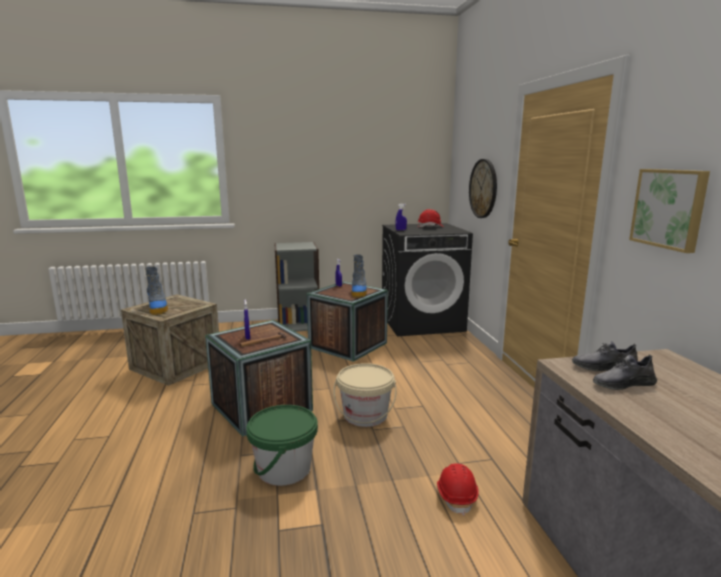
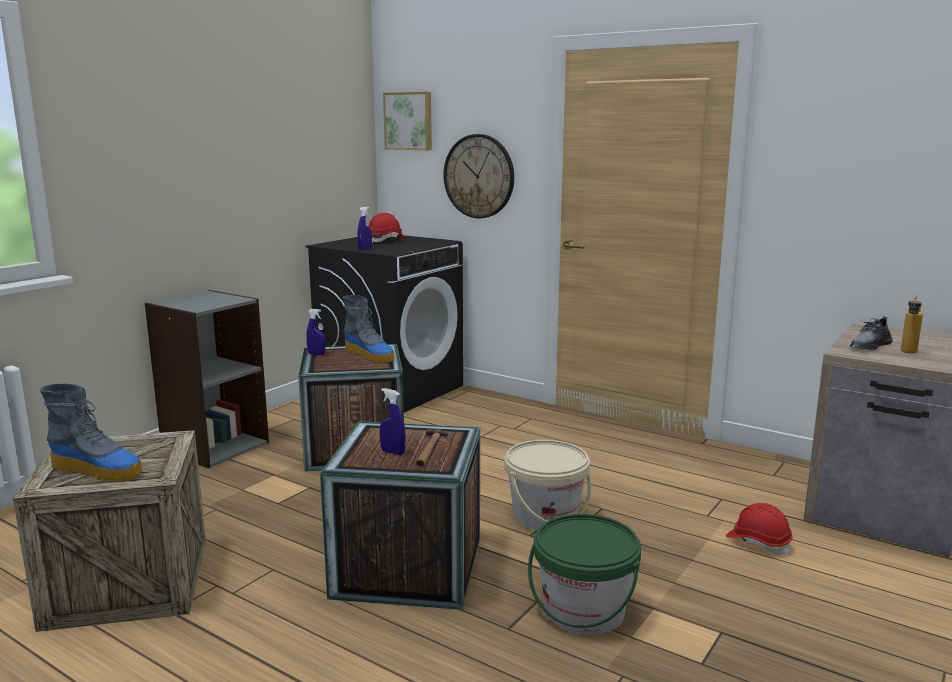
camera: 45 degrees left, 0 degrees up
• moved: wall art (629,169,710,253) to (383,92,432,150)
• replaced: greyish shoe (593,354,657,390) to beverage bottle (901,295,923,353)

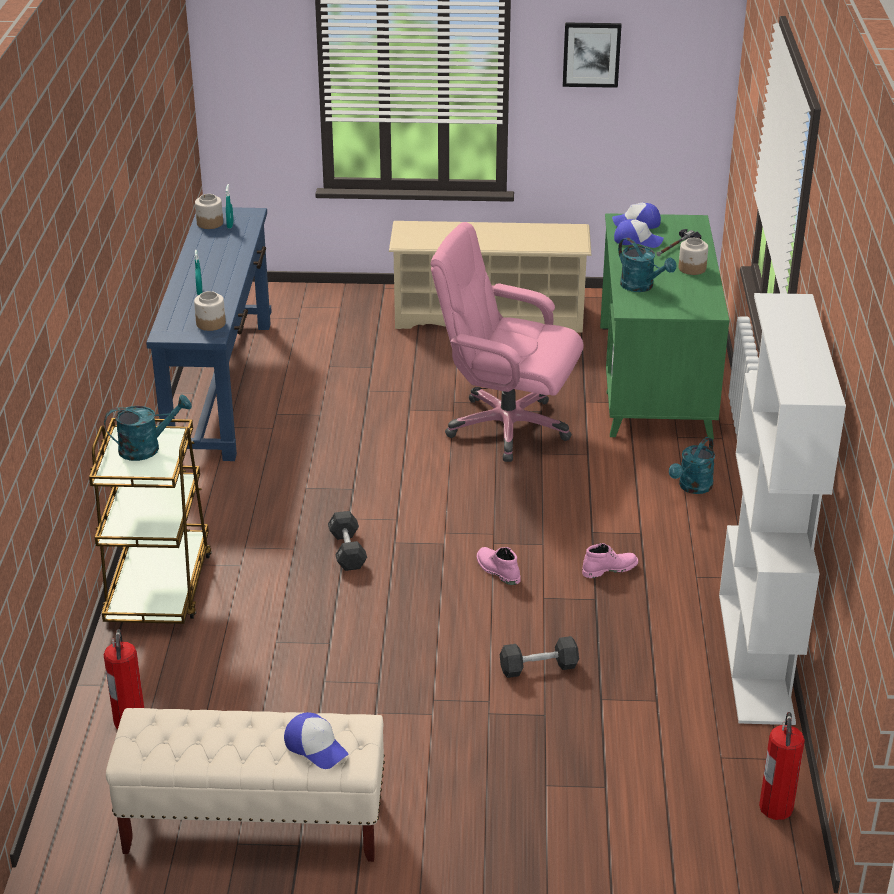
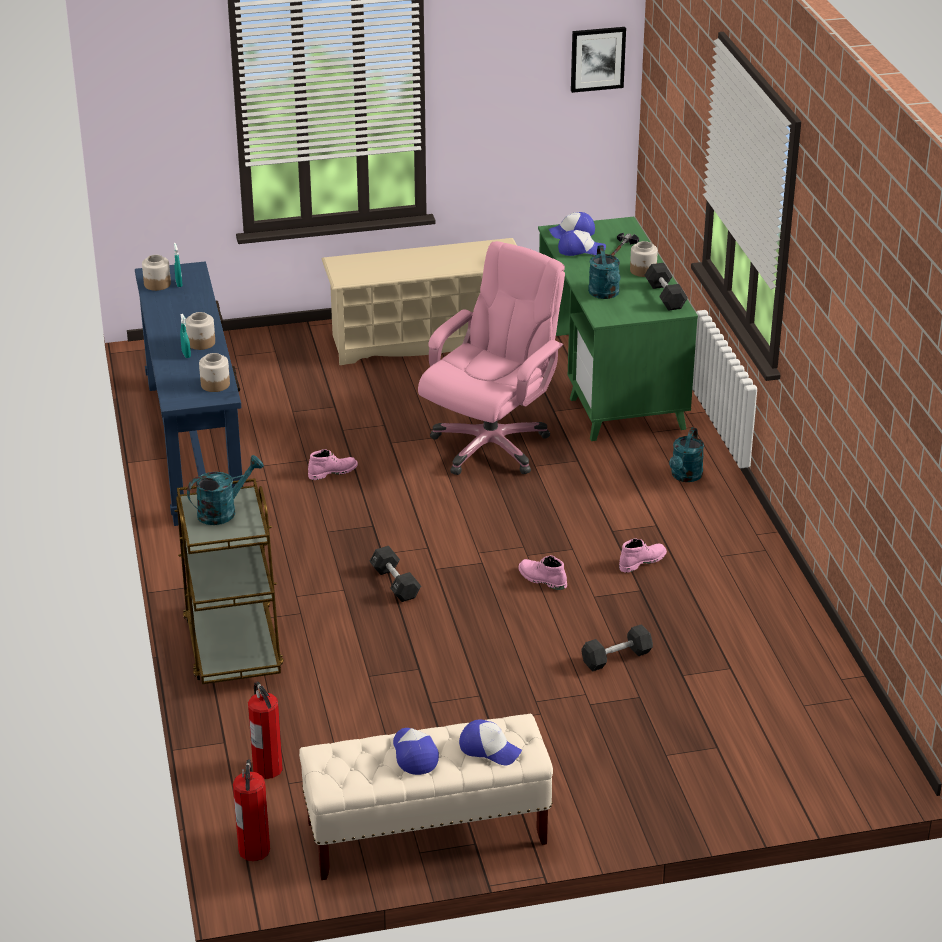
camera: 15 degrees left, 0 degrees up
• added: preserve jar (185,312,215,350)
• moved: extinguisher (759,712,805,820) to (233,759,270,861)
• added: pink-coloured high-top boot (308,449,358,480)
• added: peaked cap (393,728,439,775)
• turned: pink-coloured computer chair (431,222,583,462) = (418,241,565,475) 120 degrees clockwise
• moved: wall art (563,22,621,88) to (571,27,626,93)
• turned: blue-green sprinkling can (618,238,676,292) = (588,245,621,299) 45 degrees clockwise
• added: blackish dumbbell (645,263,688,311)
• removed: white-coloured shelving unit (719,293,846,725)

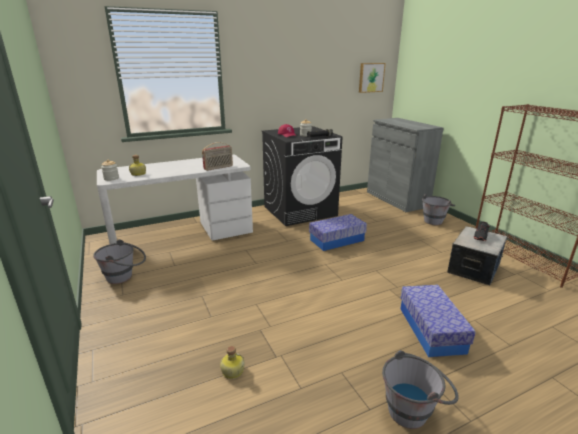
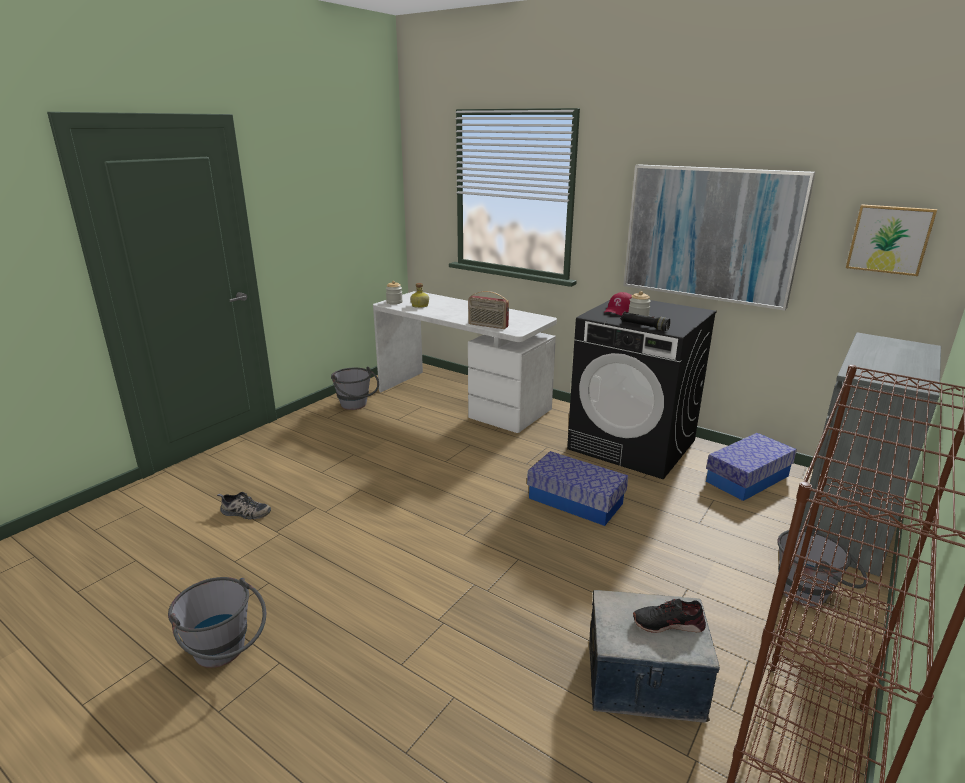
camera: 60 degrees right, 0 degrees up
• replaced: beverage bottle (220,346,245,379) to shoe (217,492,271,519)
• added: wall art (623,164,816,311)
• moved: storage container (401,285,476,357) to (706,433,797,501)

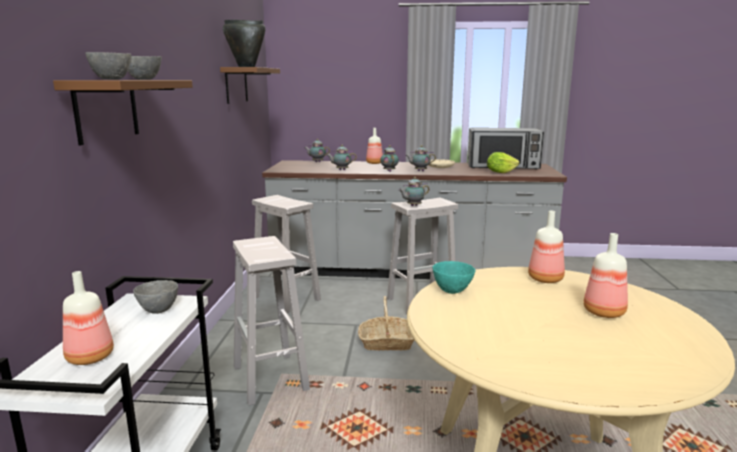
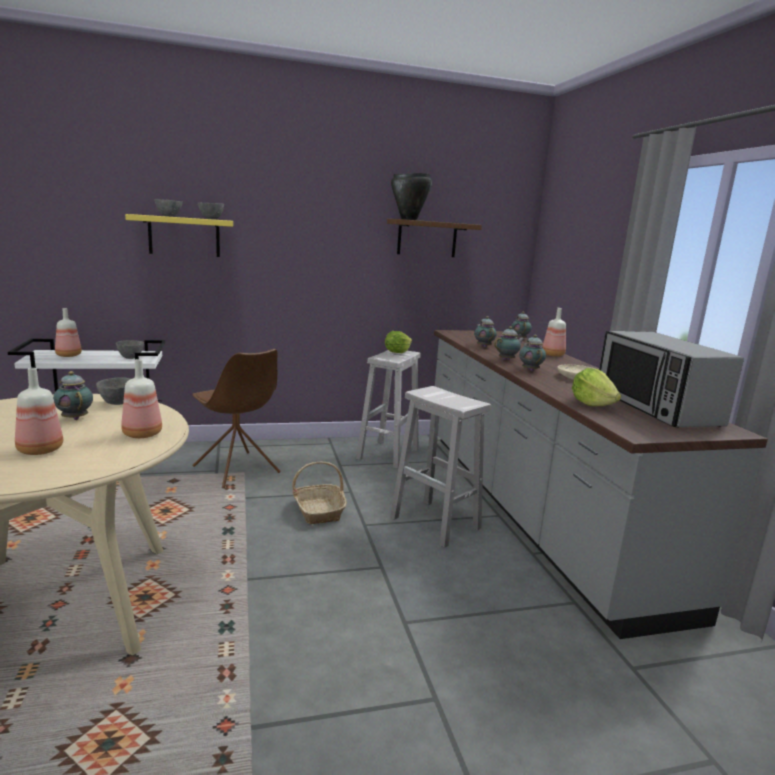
camera: 70 degrees right, 0 degrees up
• moved: pot for tea (398,177,430,206) to (53,371,93,420)
• recoloured: blue-green deep dish (433,261,476,294) to greyish deep dish (96,377,132,405)
• recoloured: brown-coloured shelf (53,80,193,145) to yellow shelf (125,214,233,257)
• replaced: white-coloured stool (233,236,310,406) to brown-coloured plain chair (192,349,281,488)
• added: lettuce (385,331,412,353)

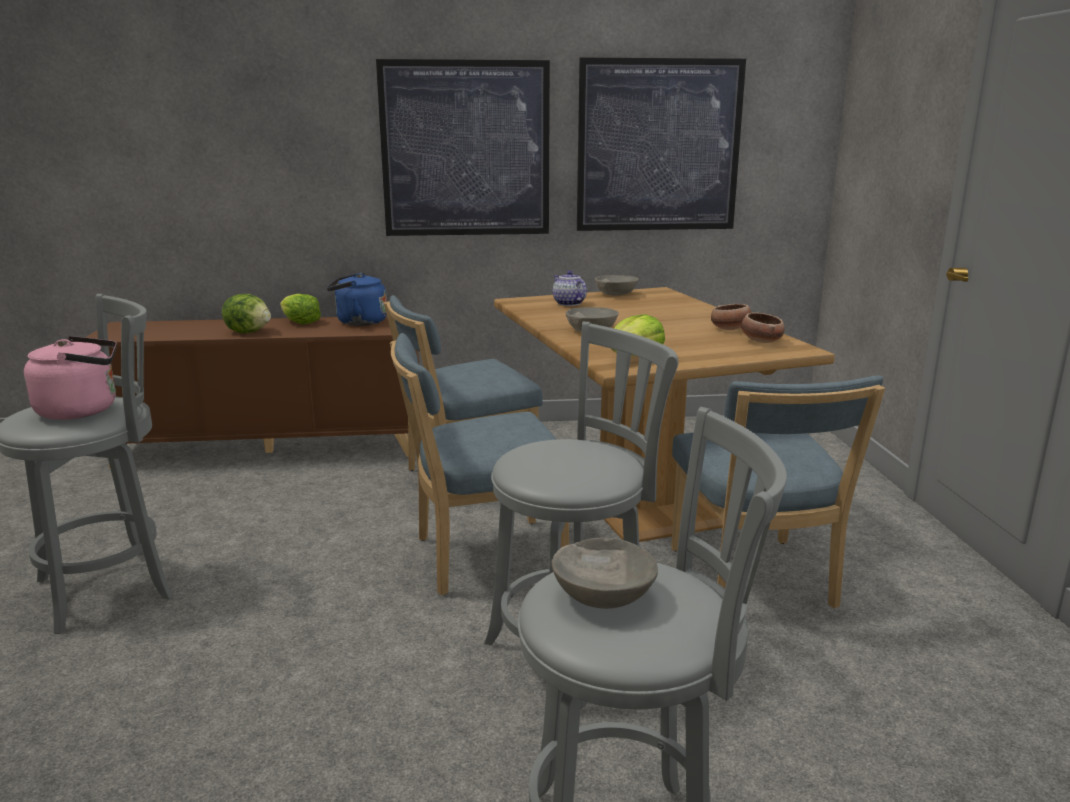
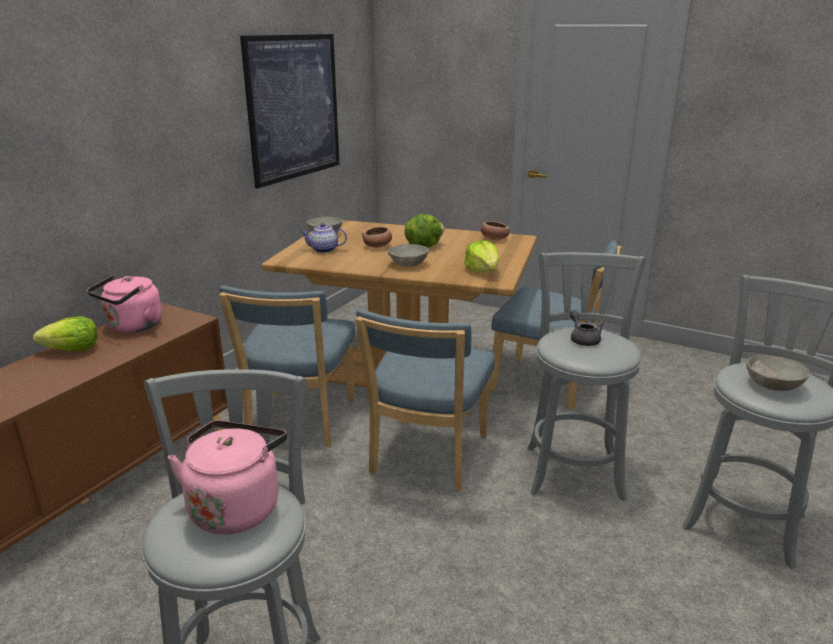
camera: 55 degrees left, 5 degrees up
• recoloured: bluish kettle (327,272,387,326) to pink-coloured kettle (87,275,162,333)
• moved: deep dish (711,304,751,330) to (362,227,392,248)
• moved: lettuce (222,294,271,333) to (404,214,445,248)
• added: greyish pot for tea (570,310,604,346)
• removed: wall art (376,59,550,236)

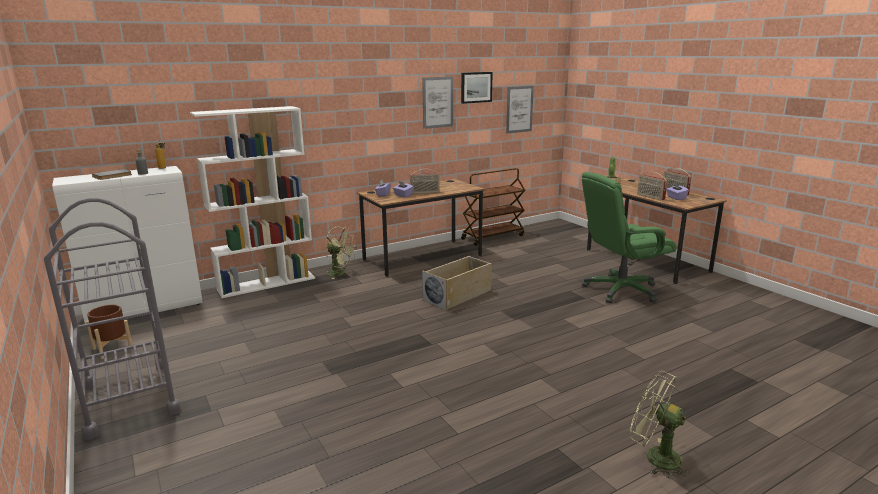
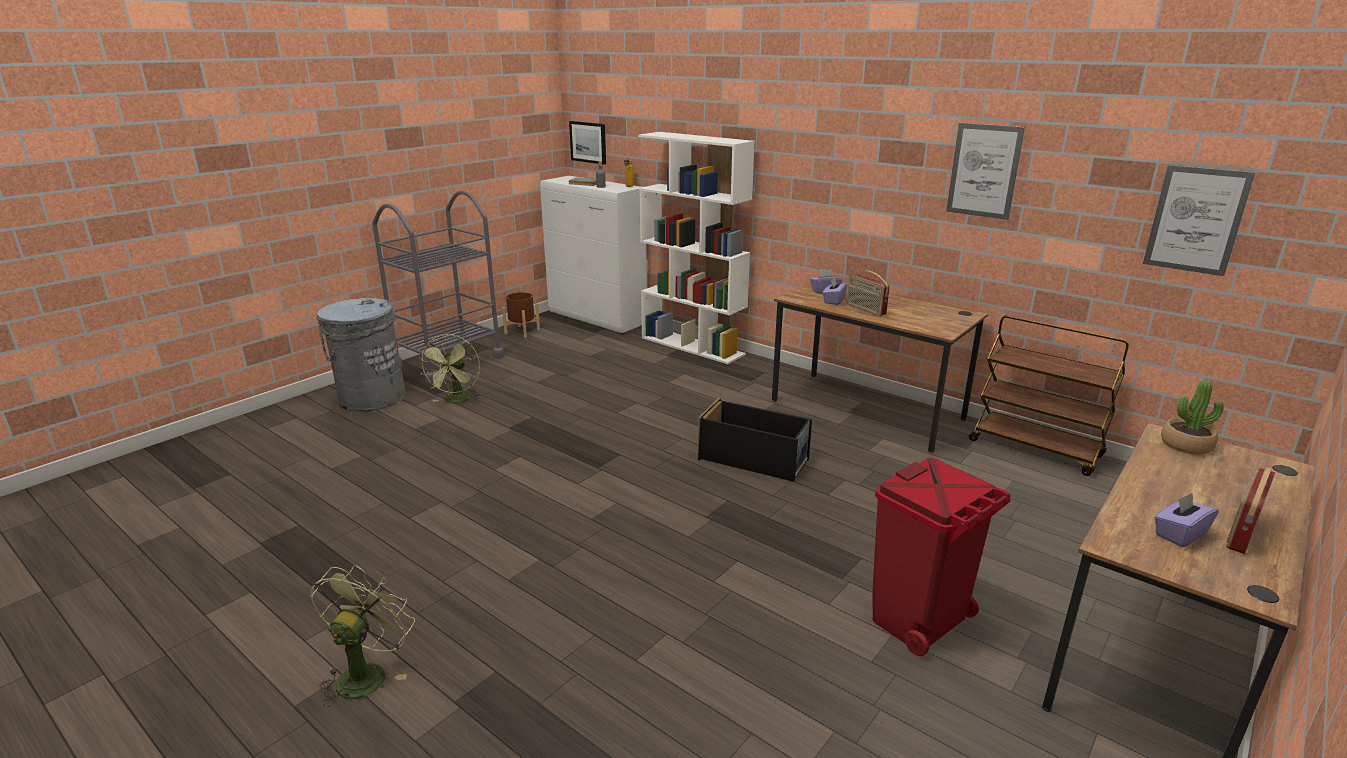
camera: 70 degrees right, 5 degrees up
• added: greyish trash can (317,298,406,412)
• moved: green-coloured fan (325,227,357,279) to (419,334,481,403)
• moved: wall art (461,72,493,104) to (569,121,606,165)
• recoloured: beige-coloured storage container (422,256,492,311) to blackish storage container (698,398,812,482)
• replaced: green-coloured computer chair (582,172,677,303) to red trash can (872,458,1010,656)
• removed: radio (637,172,667,200)

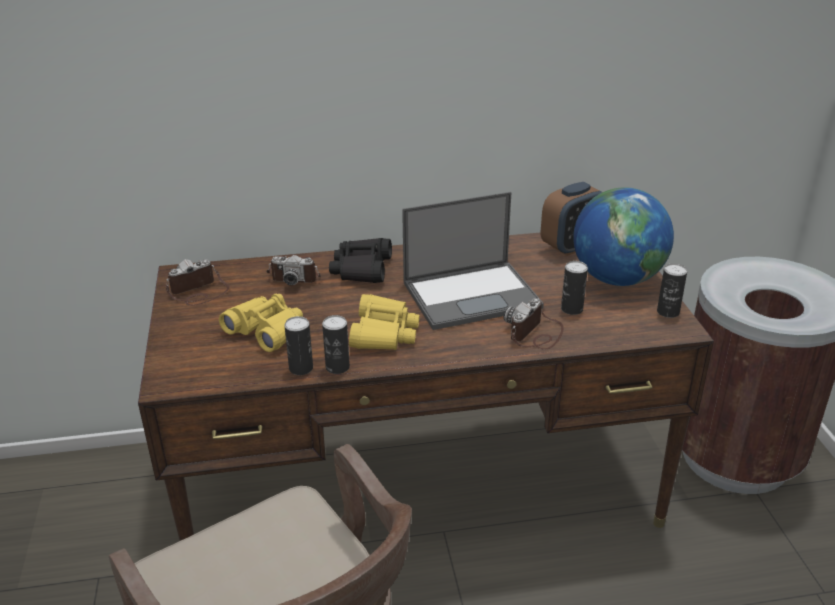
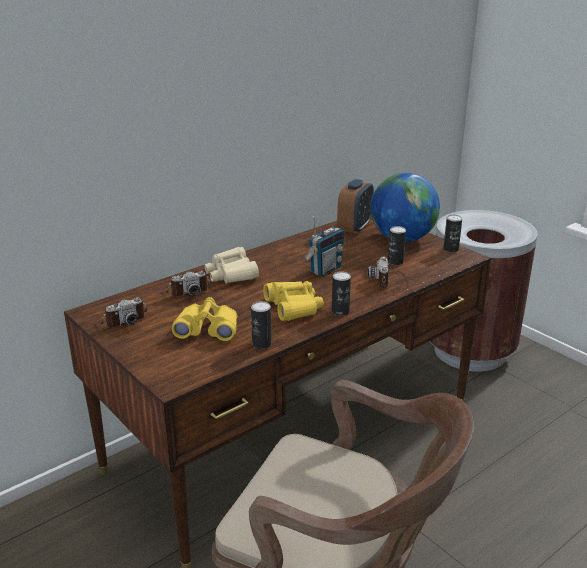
camera: 30 degrees left, 5 degrees down
• turned: photo camera (166,259,230,306) = (94,297,147,328) 150 degrees counterclockwise
• recoloured: blackish field glasses (329,238,392,283) to beige-coloured field glasses (204,247,259,284)
• replaced: notebook computer (402,192,544,330) to radio (305,216,345,277)
• moved: sealed can (322,315,350,374) to (332,271,351,316)

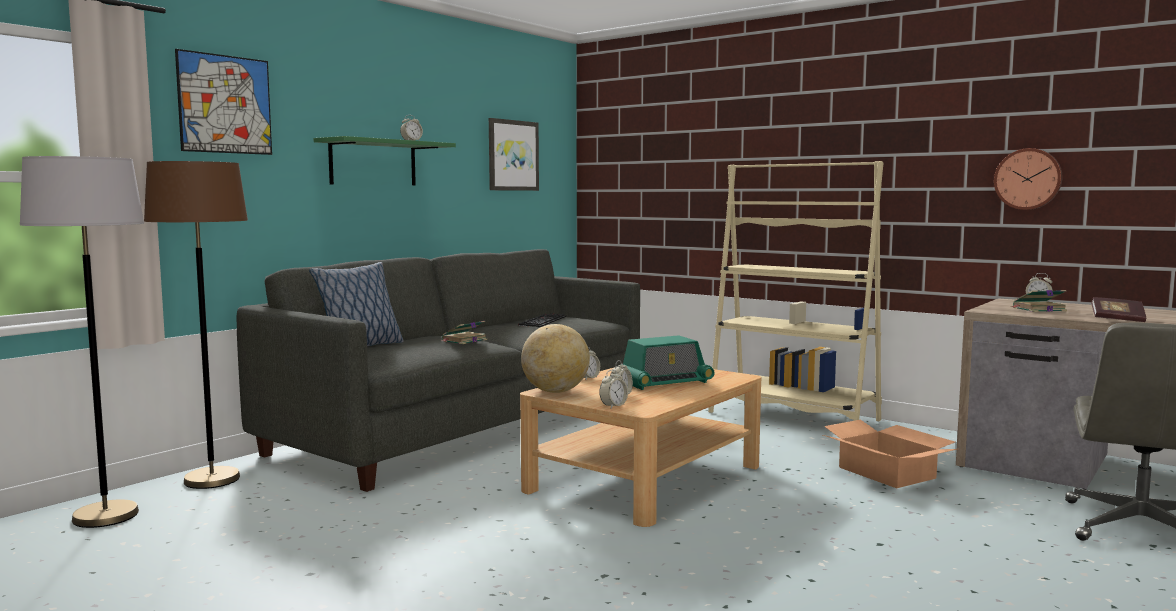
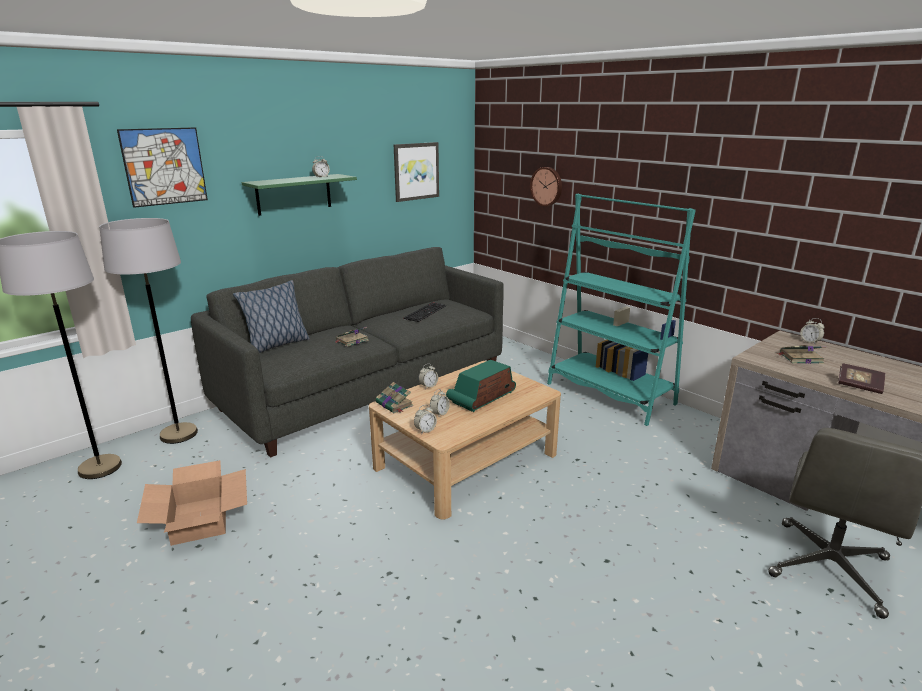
camera: 10 degrees right, 15 degrees up
• recoloured: brown-coloured standing lamp (144,161,248,489) to greyish standing lamp (99,218,198,444)
• moved: carton (823,420,957,488) to (137,460,247,546)
• replaced: globe (521,324,590,393) to book (376,382,413,413)
• turned: radio (623,335,715,390) = (446,360,516,412) 150 degrees clockwise
• moved: clock on the wall (994,148,1062,210) to (530,167,562,206)
• recoloured: beige-coloured shelving unit (708,161,884,421) to blue-green shelving unit (547,193,696,426)

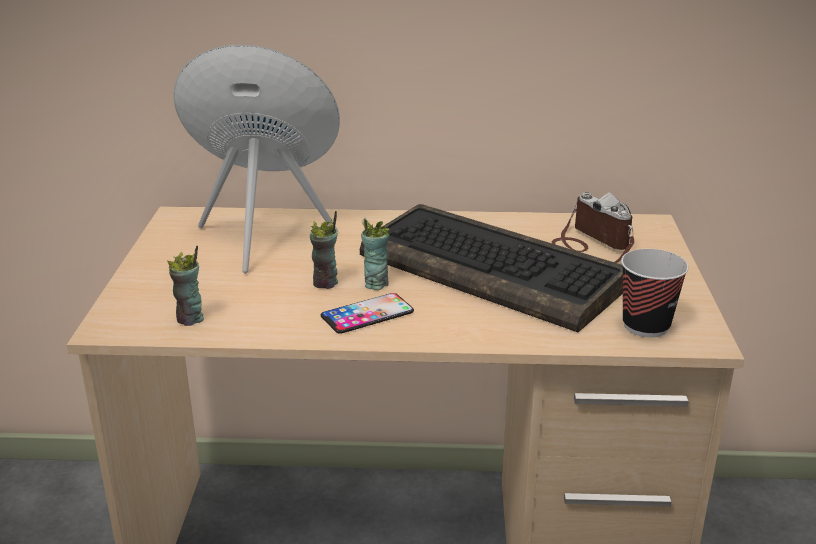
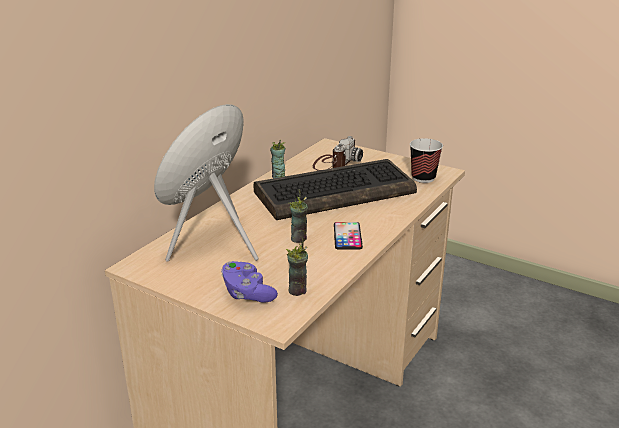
camera: 60 degrees left, 0 degrees up
• added: purplish gamepad (221,261,278,303)
• moved: small cup (361,218,389,290) to (270,140,285,178)
• turned: photo camera (552,192,634,263) = (313,136,363,170) 120 degrees clockwise

